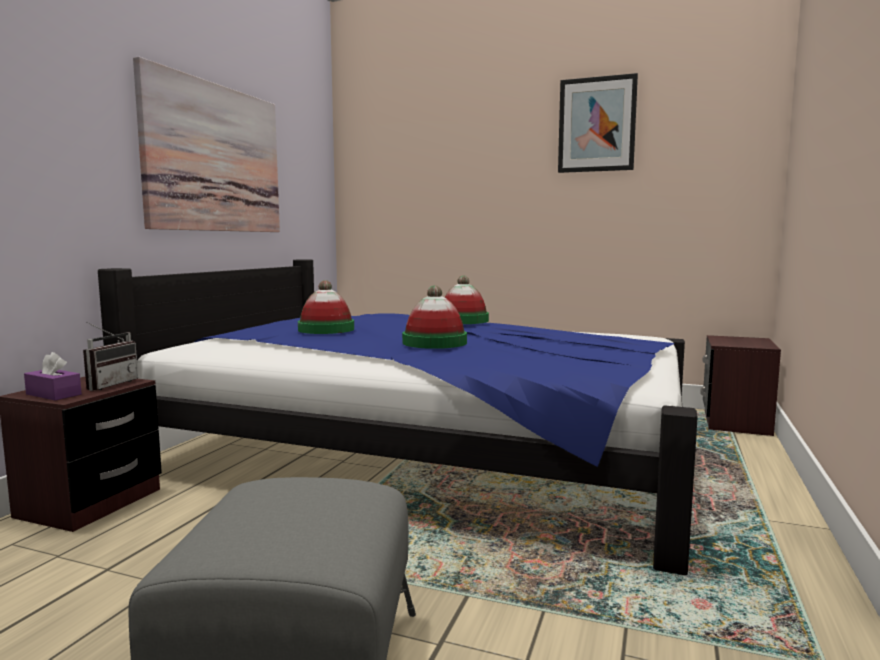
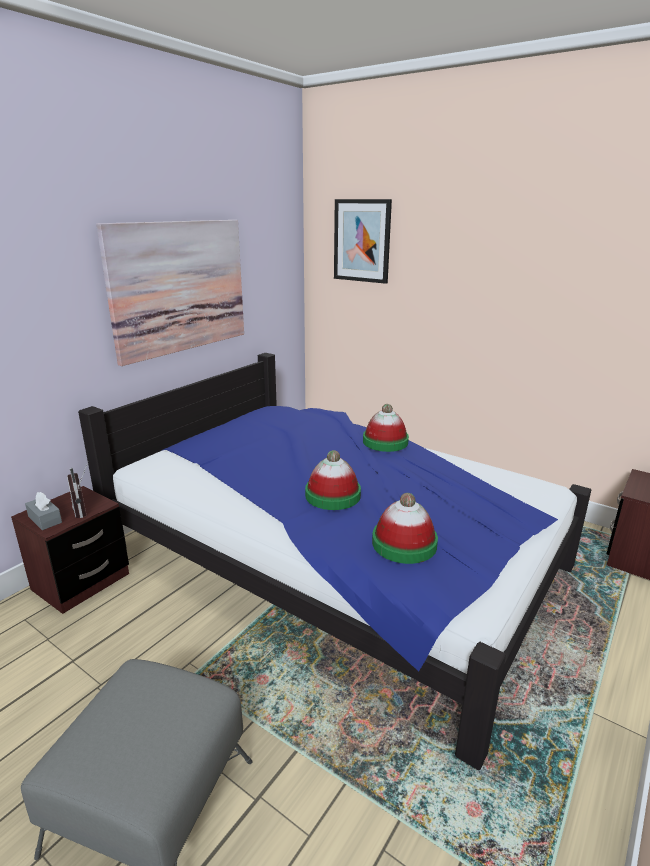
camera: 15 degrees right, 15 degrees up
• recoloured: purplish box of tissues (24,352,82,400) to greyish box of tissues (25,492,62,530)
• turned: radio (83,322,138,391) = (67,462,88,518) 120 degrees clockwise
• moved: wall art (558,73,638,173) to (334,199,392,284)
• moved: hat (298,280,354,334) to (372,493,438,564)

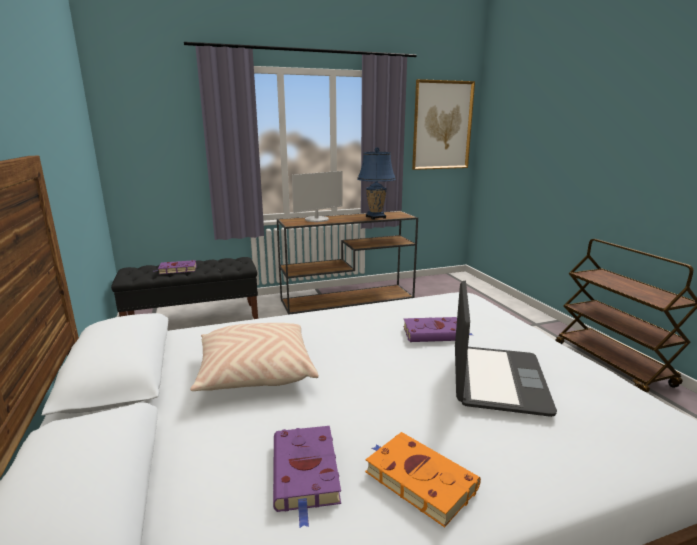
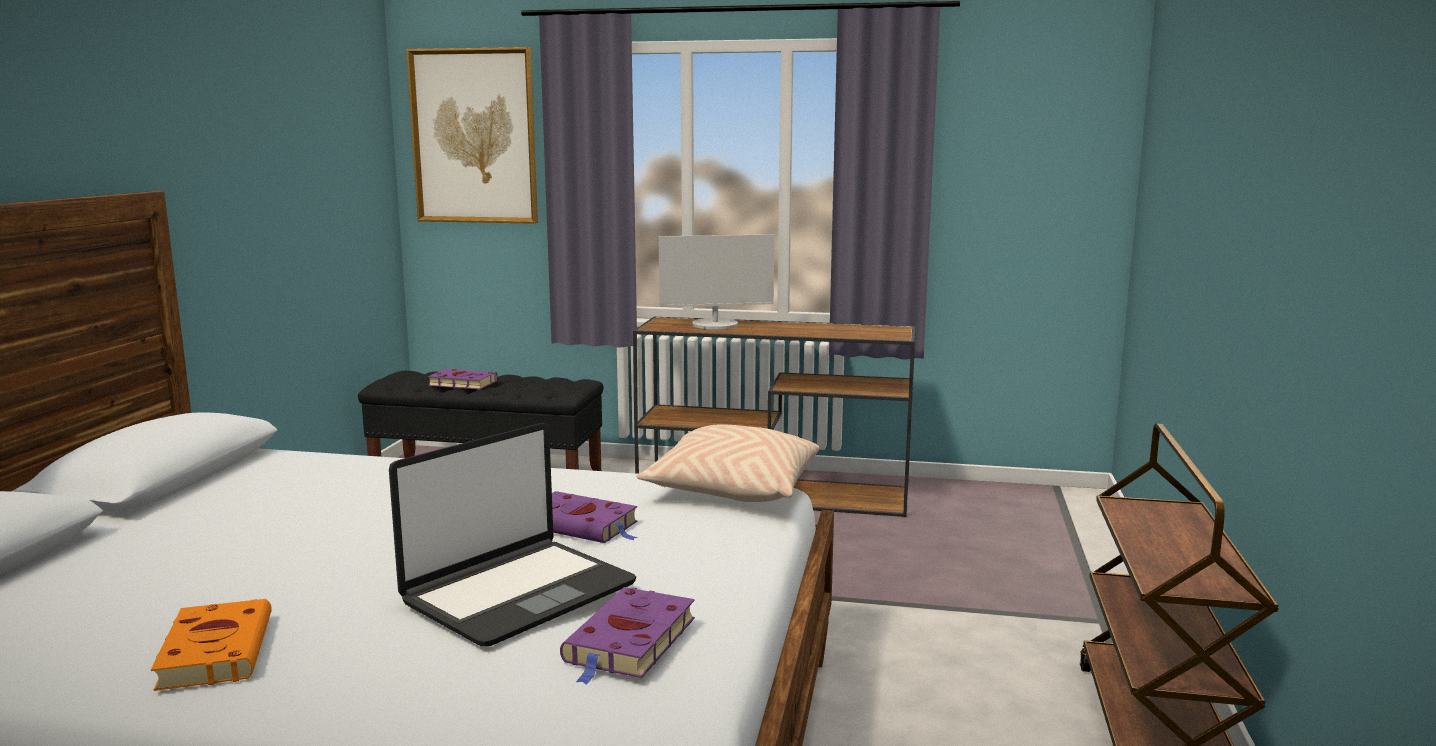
camera: 30 degrees right, 5 degrees down
• moved: wall art (412,79,475,170) to (406,47,538,224)
• moved: purplish book (273,426,341,528) to (560,587,695,685)
• moved: beige-coloured cushion (190,323,319,391) to (636,425,819,502)
• removed: bluish lamp for a table (357,147,396,220)

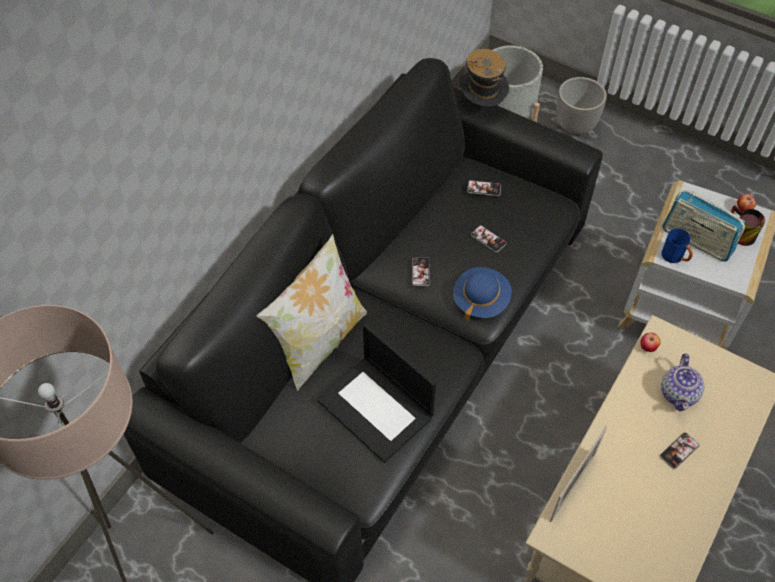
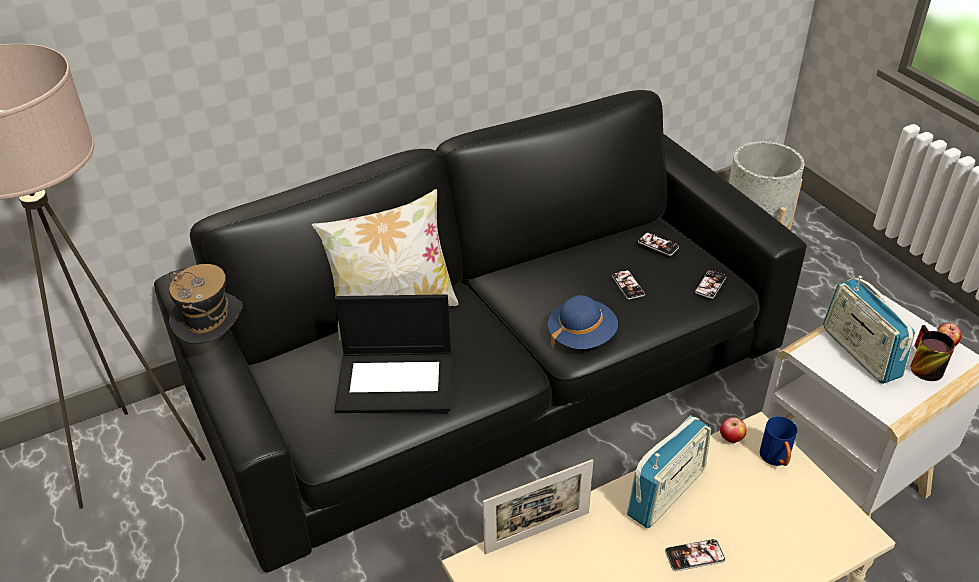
camera: 30 degrees right, 15 degrees down
• moved: hat (458,49,509,107) to (169,264,243,344)
• turned: notebook computer (317,323,436,463) = (334,294,452,413) 75 degrees counterclockwise
• added: radio (627,415,711,528)
• moved: handset (412,257,430,286) to (695,270,726,299)
• moved: bluish mug (662,228,693,263) to (760,416,798,466)
• removed: plant pot (556,77,607,135)
• removed: pot for tea (661,354,704,411)

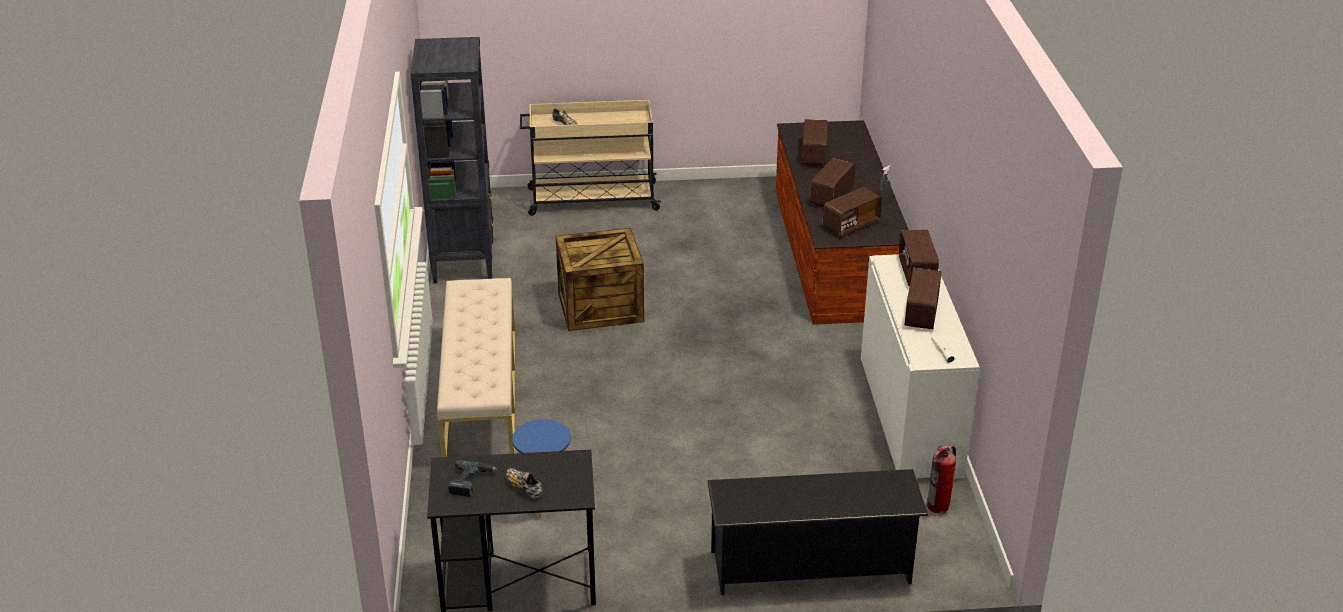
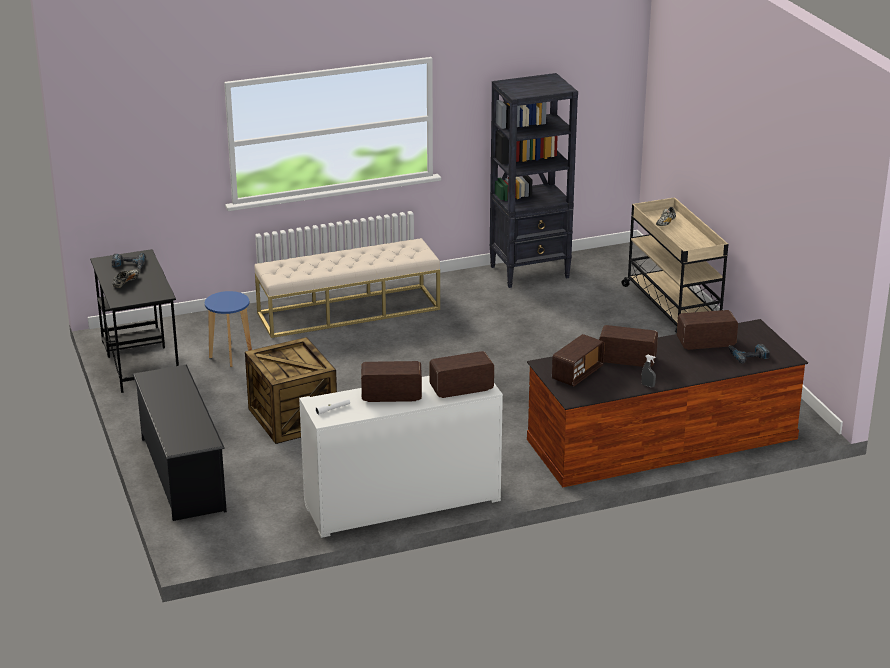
camera: 75 degrees right, 5 degrees down
• moved: packing crate (556,228,644,331) to (245,337,337,444)
• turned: radio (823,187,882,237) = (552,334,605,386) 90 degrees counterclockwise
• added: electric drill (728,344,770,364)
• removed: extinguisher (927,445,956,513)

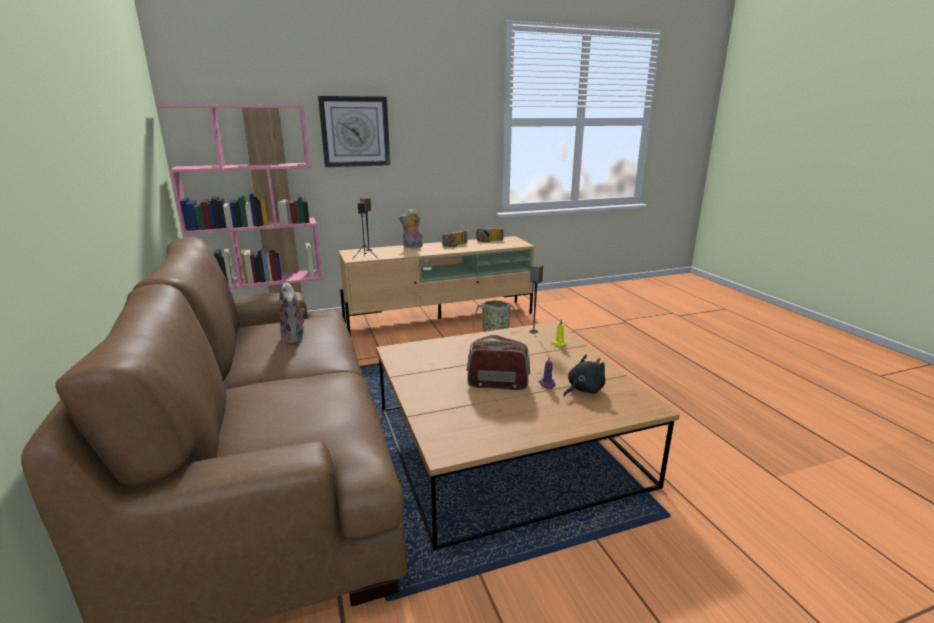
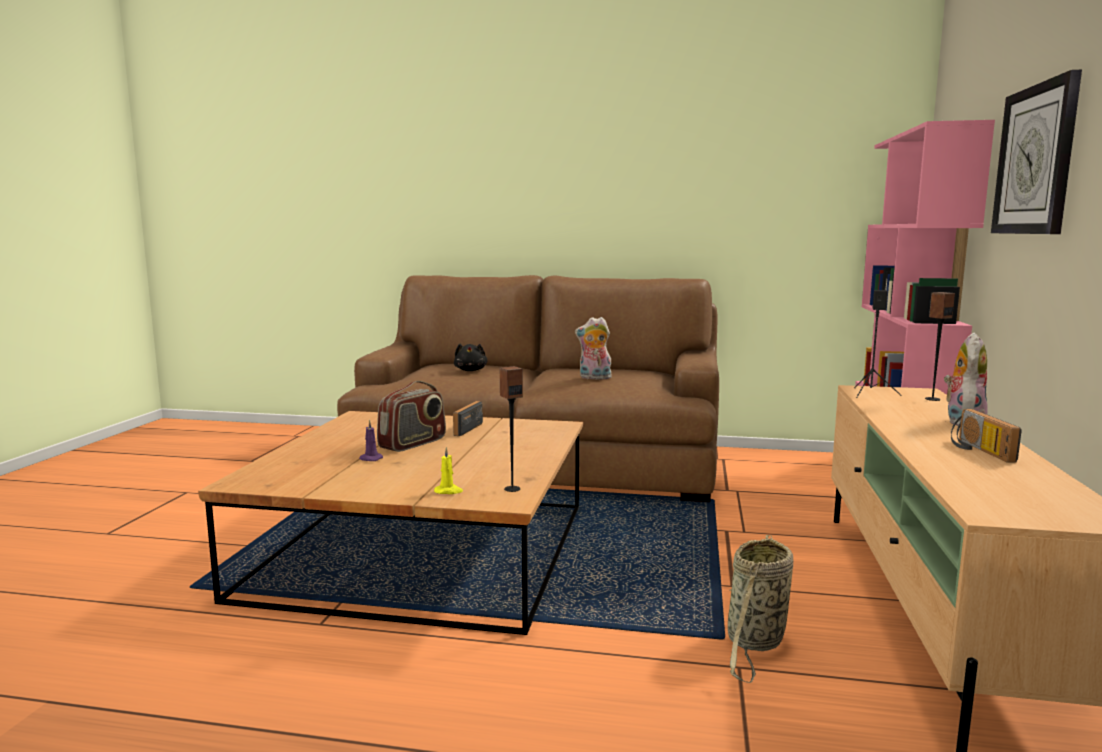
camera: 120 degrees right, 10 degrees down
• moved: radio (476,228,504,242) to (453,401,483,436)
• moved: blackish soft toy (563,354,605,397) to (454,344,487,371)

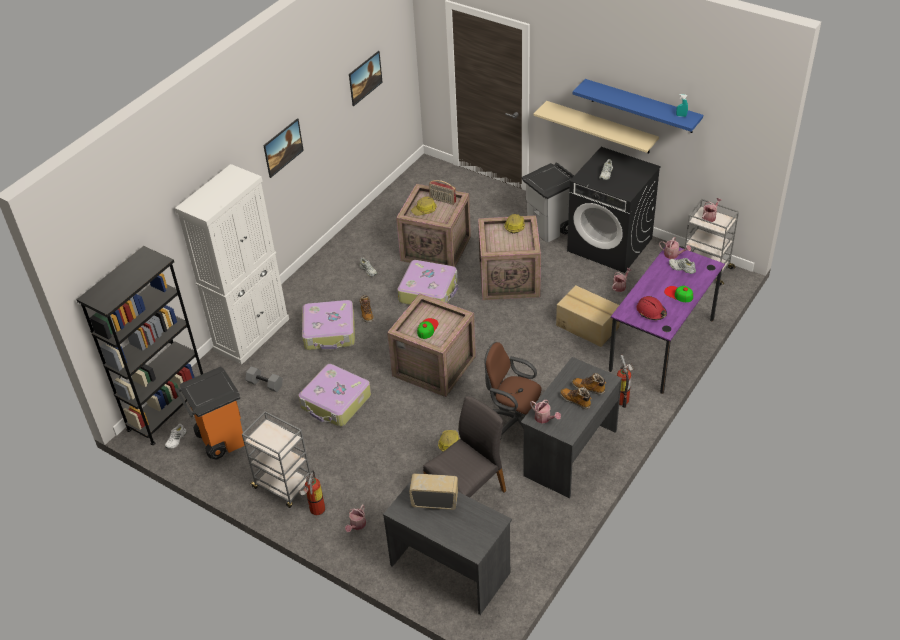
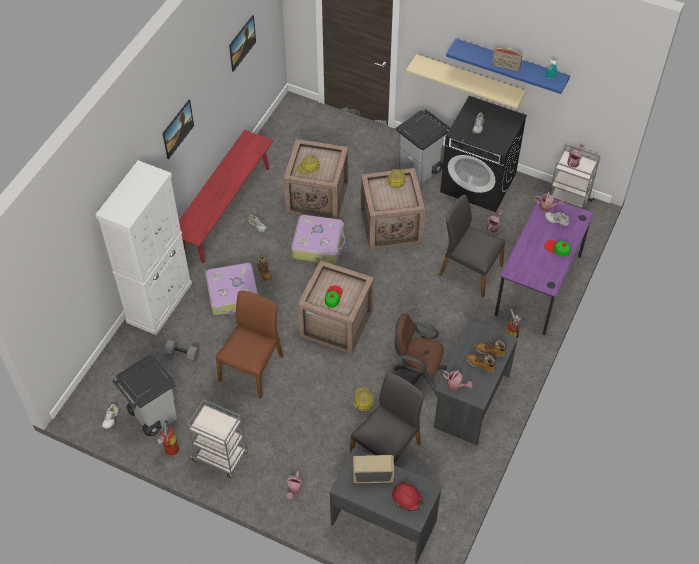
camera: 10 degrees left, 10 degrees up
• recoloured: orange trash can (175,366,245,460) to greyish trash can (112,354,177,436)
• moved: extinguisher (299,470,325,515) to (156,420,179,456)
• added: red indoor bench (179,130,273,264)
• replaced: suitcase (298,364,371,427) to brown-coloured plain chair (216,291,283,398)
• moved: red safety helmet (636,296,667,320) to (392,481,423,511)
• replaced: carton (556,285,620,347) to greyish plain chair (439,195,506,297)
• moved: radio (429,180,456,205) to (492,48,522,71)
• removed: blackish shelving unit (76,246,203,445)

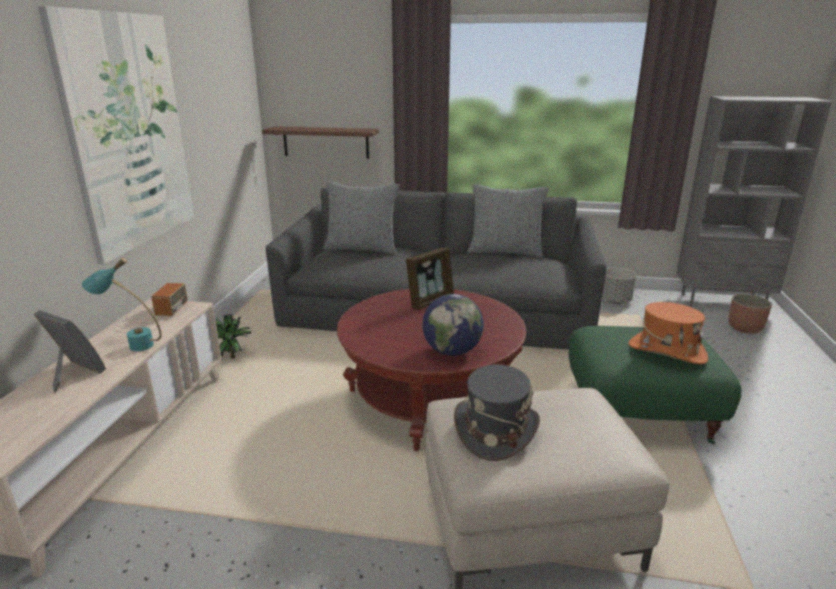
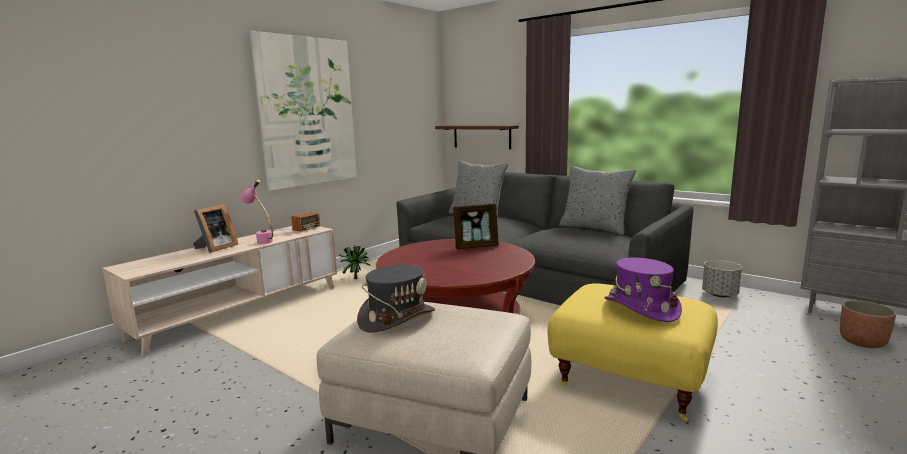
camera: 30 degrees right, 10 degrees down
• turned: photo frame (34,310,106,393) = (193,204,238,253) 60 degrees clockwise
• recoloured: blue-green lamp for a table (82,258,162,351) to pink-coloured lamp for a table (239,180,273,244)
• recoloured: green-coloured pouffe (569,326,742,444) to yellow pouffe (548,283,718,421)
• recoloured: orange hat (628,302,708,364) to purplish hat (604,258,682,322)
• removed: globe (422,294,484,356)

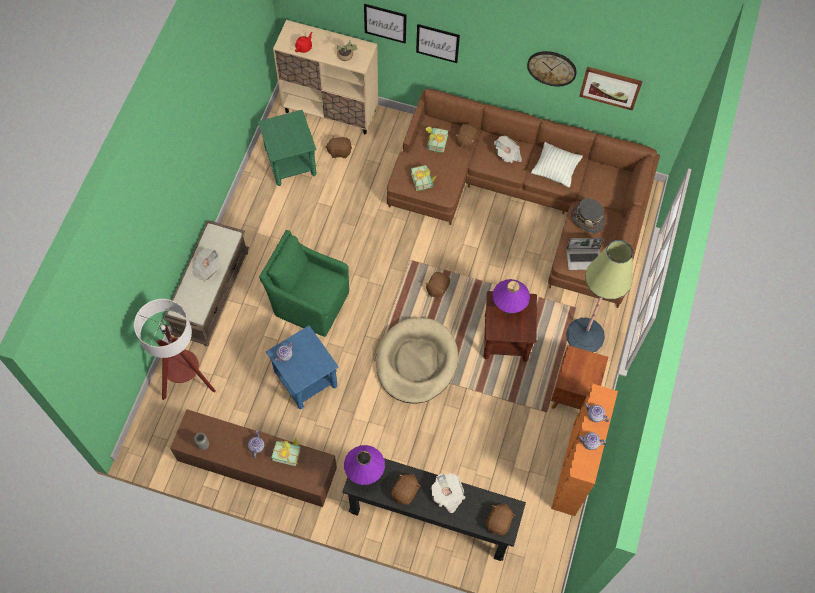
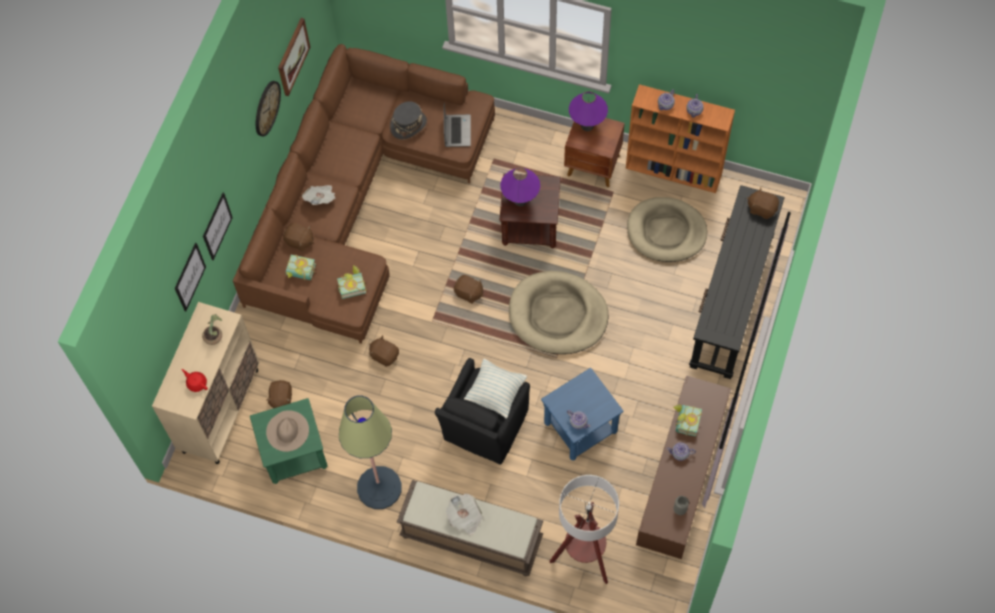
camera: 85 degrees left, 0 degrees up
• added: beige-coloured hat (266,410,309,452)
• moved: standing lamp (566,240,633,352) to (339,396,402,509)
• moved: brown-coloured soft toy (391,474,420,505) to (369,335,399,366)
• recoloured: green-coloured lounge chair (259,230,349,337) to blackish lounge chair (435,358,530,465)
• moved: cushion (531,142,583,187) to (464,359,527,419)
• moved: purplish lamp for a table (344,445,385,485) to (569,91,608,131)
• added: beige-coloured dog bed (627,197,707,262)
• removed: daily paper (431,473,465,513)

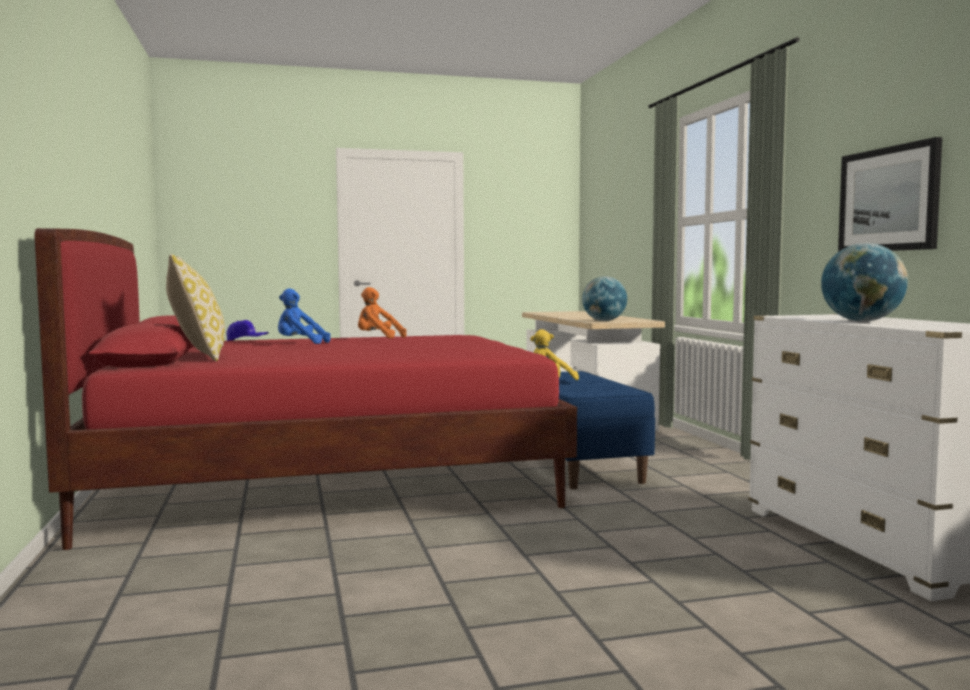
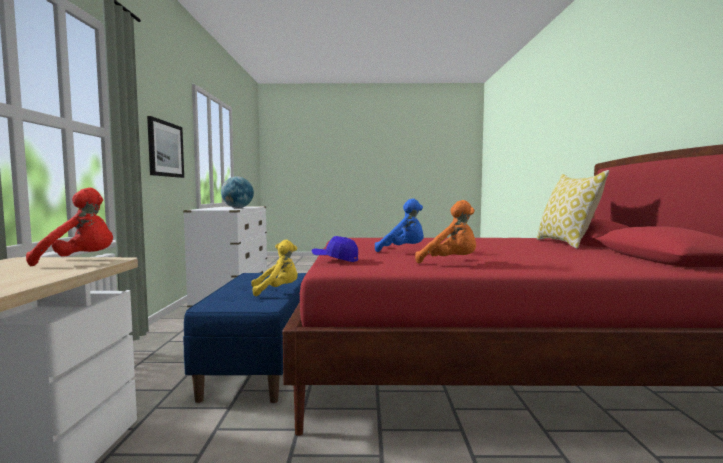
camera: 165 degrees left, 0 degrees up
• replaced: globe (582,276,627,321) to red soft toy (26,188,113,266)
• moved: bluish peaked cap (227,320,269,341) to (312,236,358,262)
• moved: bluish soft toy (278,289,331,344) to (375,199,424,252)

